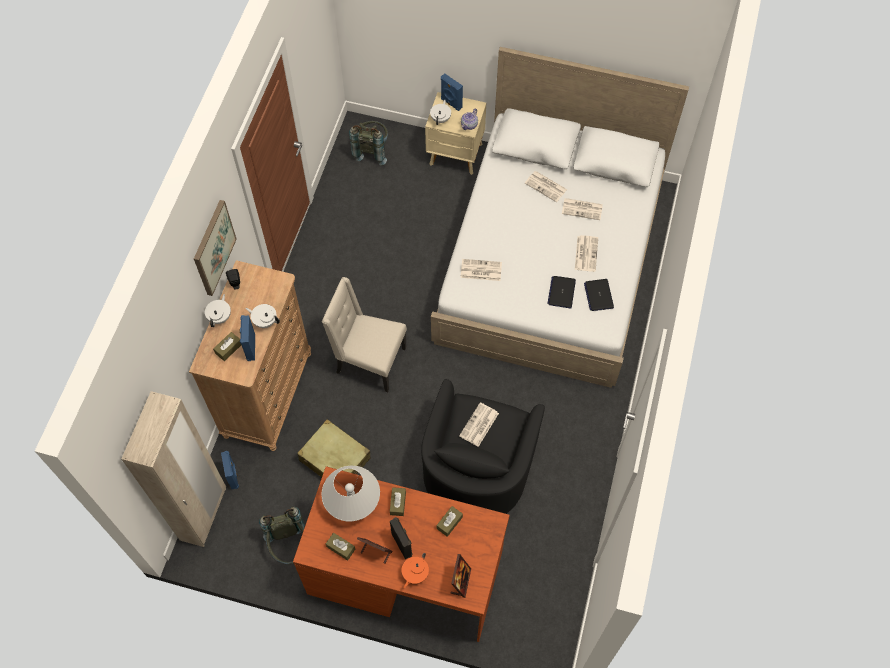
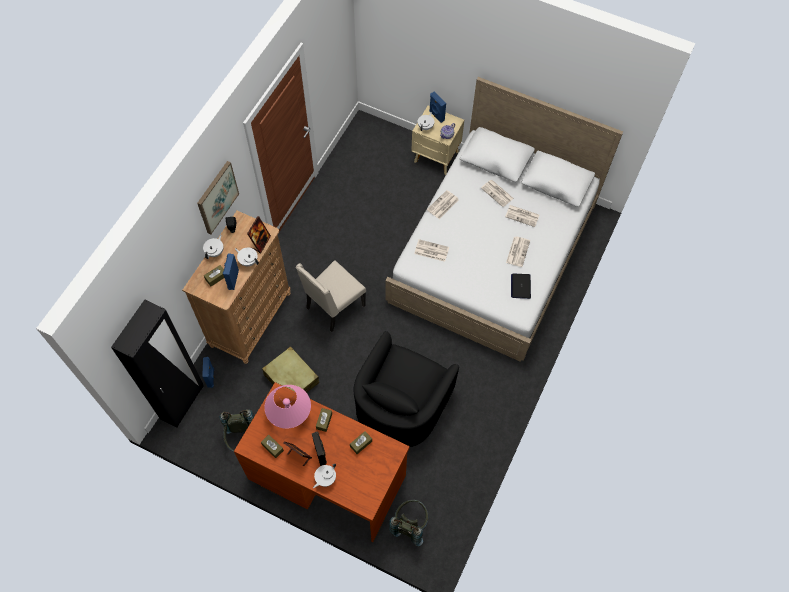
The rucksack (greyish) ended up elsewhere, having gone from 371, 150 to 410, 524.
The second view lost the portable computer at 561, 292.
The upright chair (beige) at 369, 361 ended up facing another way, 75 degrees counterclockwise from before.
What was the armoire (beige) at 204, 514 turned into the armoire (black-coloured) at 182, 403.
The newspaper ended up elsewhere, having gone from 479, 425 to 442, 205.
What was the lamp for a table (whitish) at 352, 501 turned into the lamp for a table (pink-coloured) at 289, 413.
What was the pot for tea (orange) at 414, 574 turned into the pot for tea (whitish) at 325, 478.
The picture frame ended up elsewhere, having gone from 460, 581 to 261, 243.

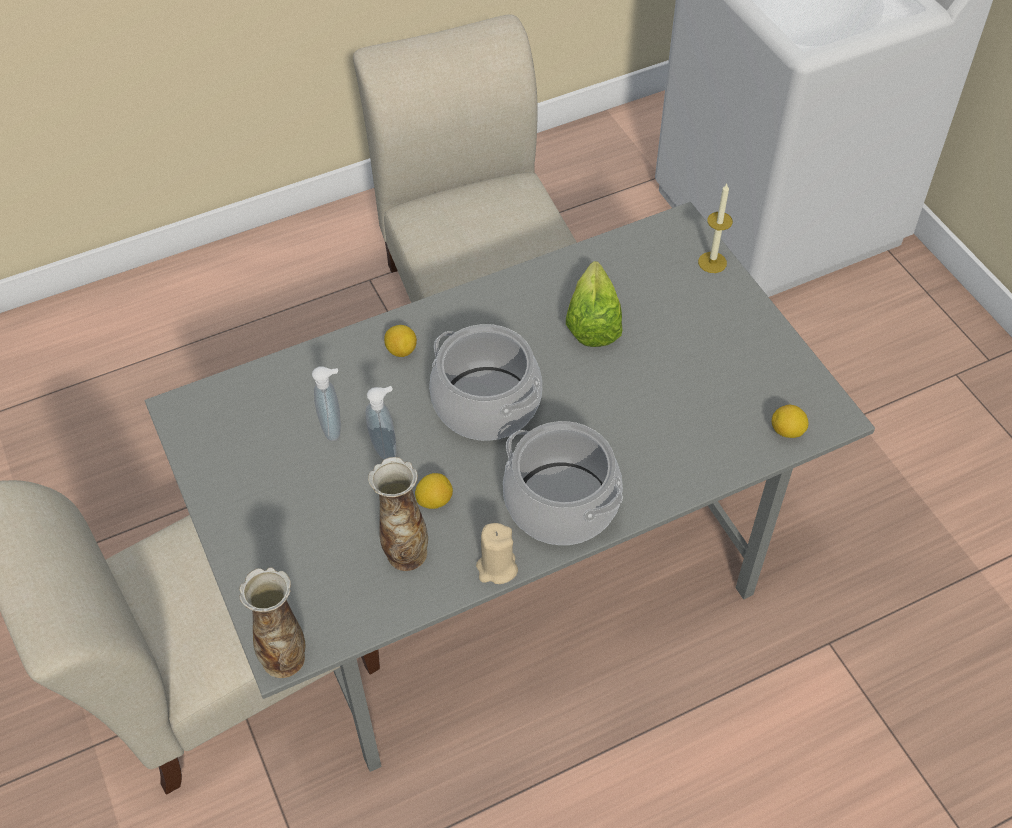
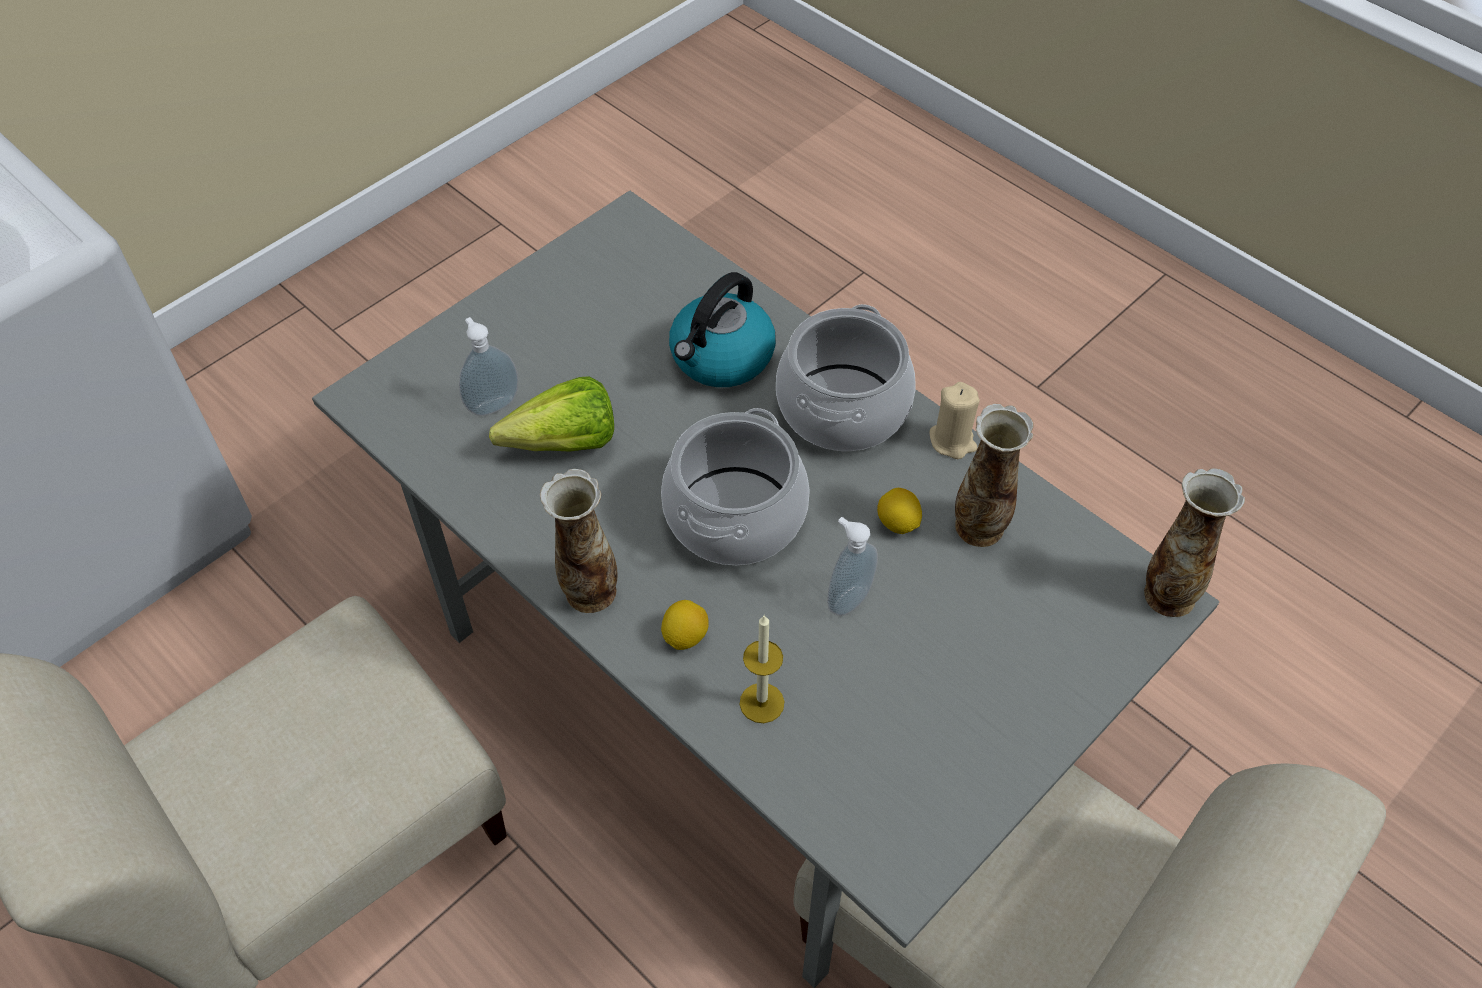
The wax light ended up elsewhere, having gone from 712, 262 to 762, 703.
The liquid soap bottle ended up elsewhere, having gone from 334, 427 to 492, 404.
The second view lost the lemon at 787, 431.
The second view gained the water kettle at 721, 358.
The second view gained the flower vase at 589, 593.

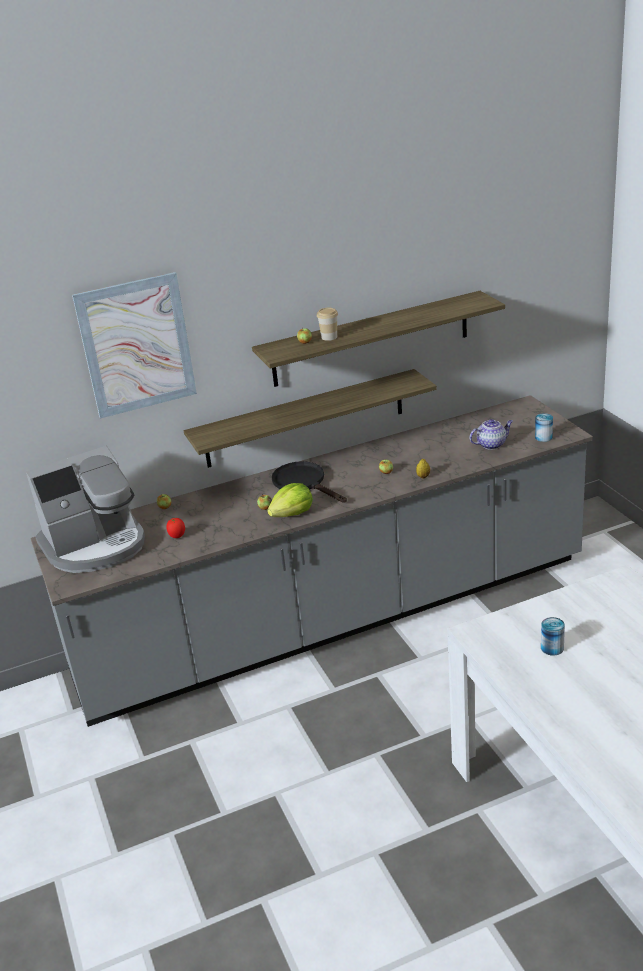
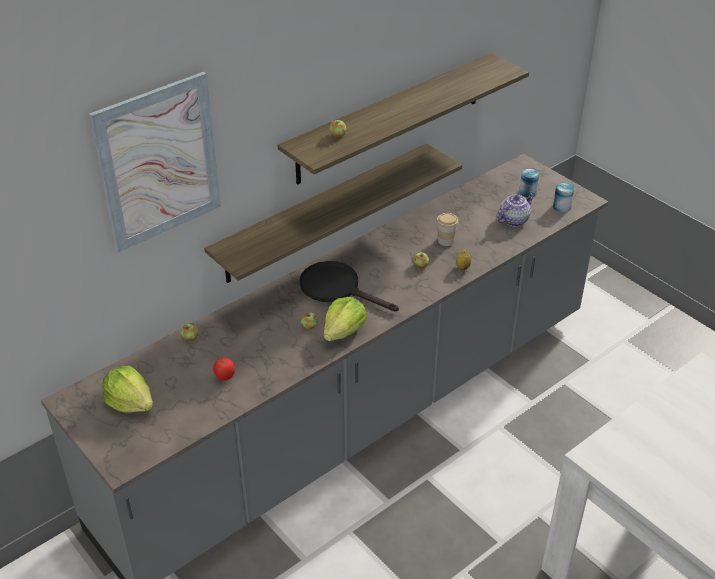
The drinking cup ended up elsewhere, having gone from 329, 337 to 446, 241.
Where the coffee brewer stood at 95, 545, the head of lettuce came to stand at 130, 402.
The metal can ended up elsewhere, having gone from 552, 648 to 527, 192.

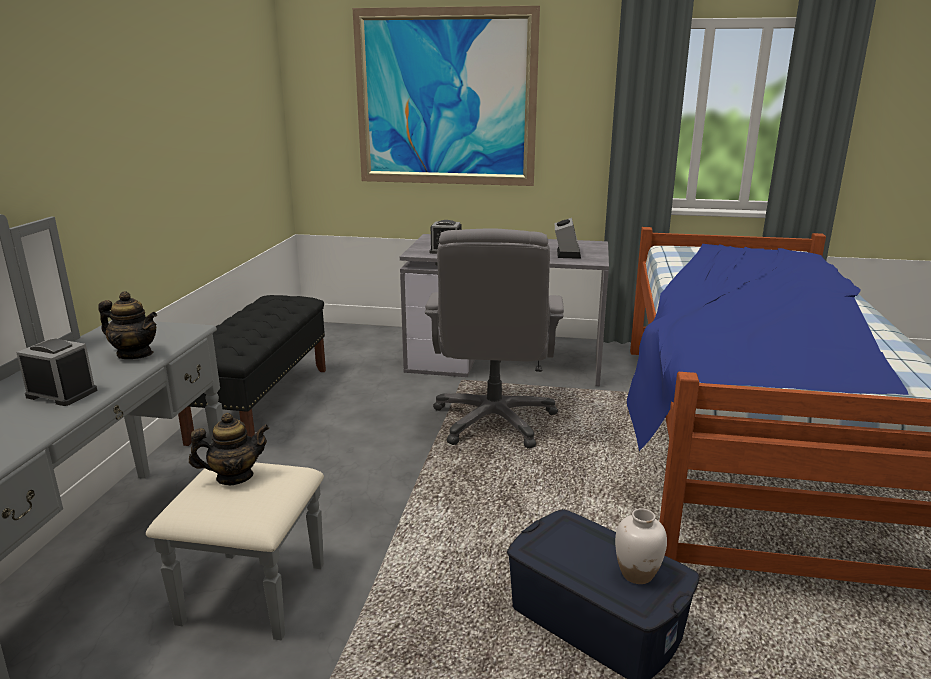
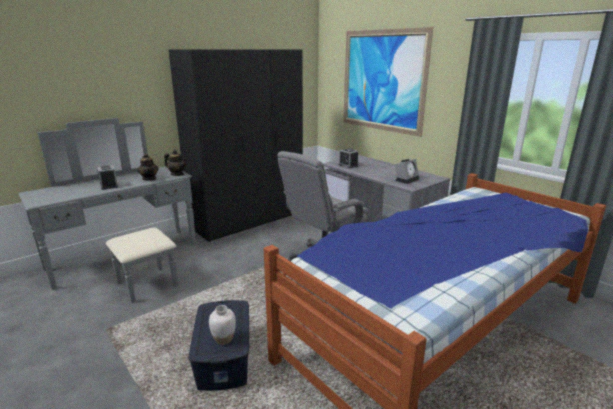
Where the bench (black-coloured) stood at 262, 403, the armoire (black-coloured) came to stand at 249, 219.
The pot for tea ended up elsewhere, having gone from 234, 477 to 177, 174.

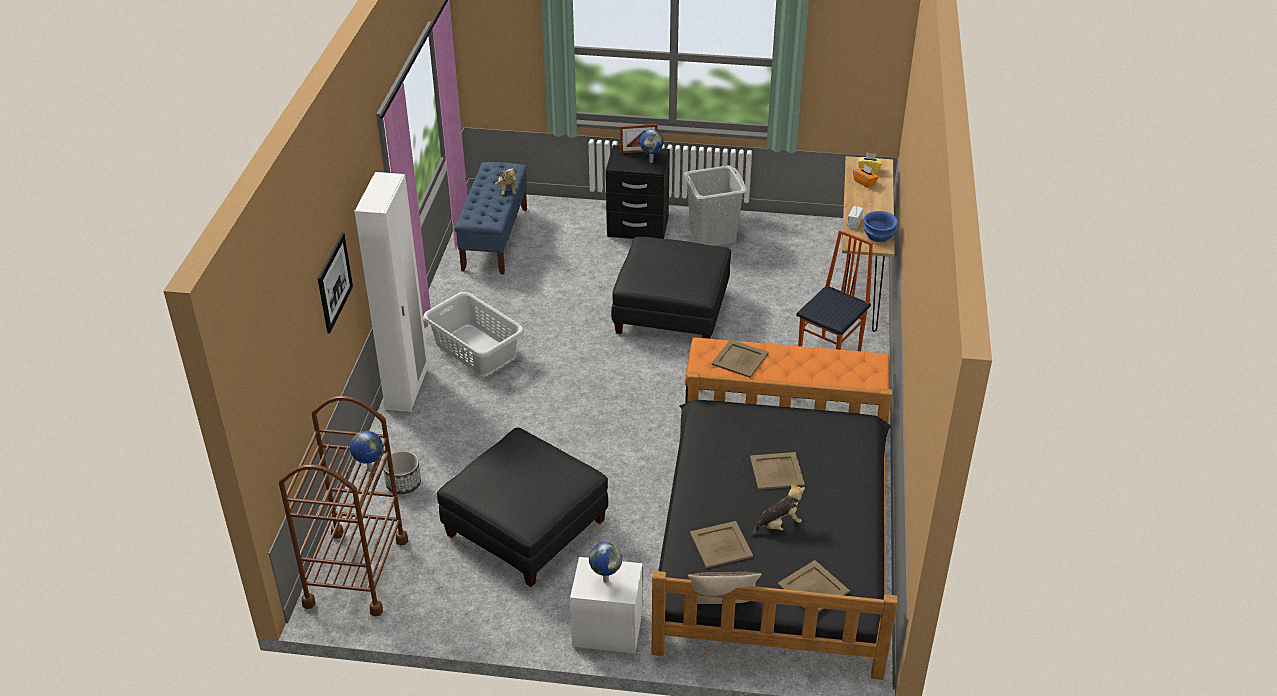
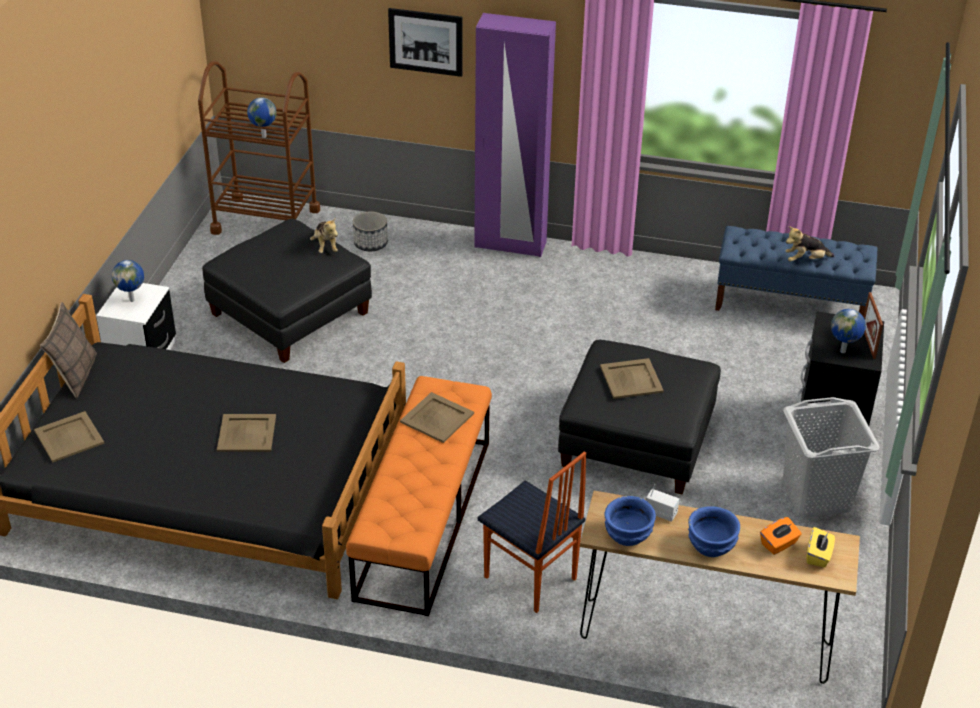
What was the armoire (whitish) at 407, 389 turned into the armoire (purple) at 510, 245.
The second view lost the laundry basket (greyish) at 475, 350.
The soft toy ended up elsewhere, having gone from 779, 525 to 325, 246.
The carrying tray (beige) ended up elsewhere, having gone from 721, 545 to 631, 379.
The second view gained the serving bowl (blue-coloured) at 712, 544.

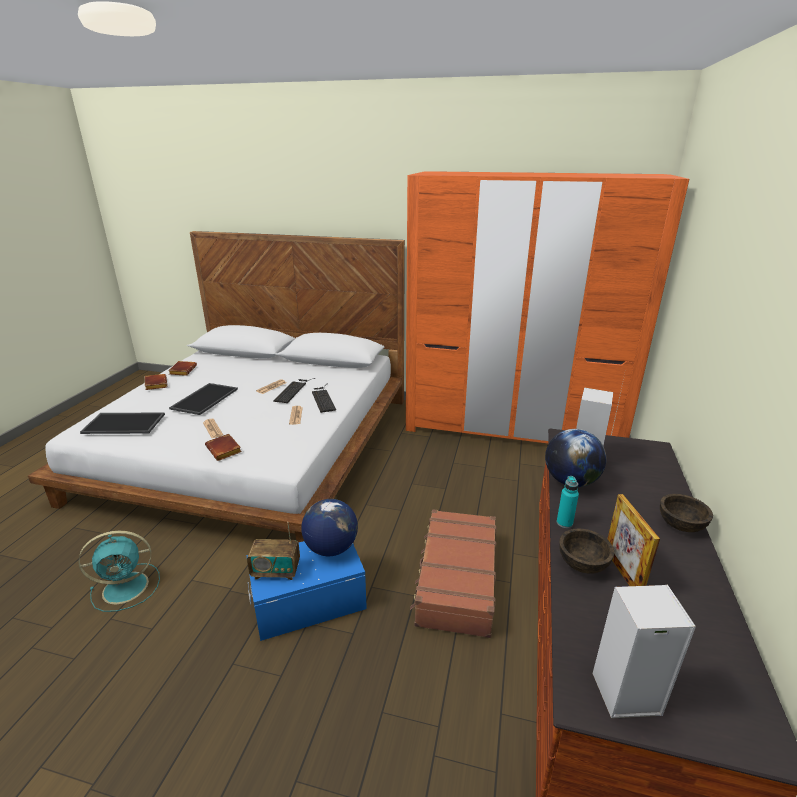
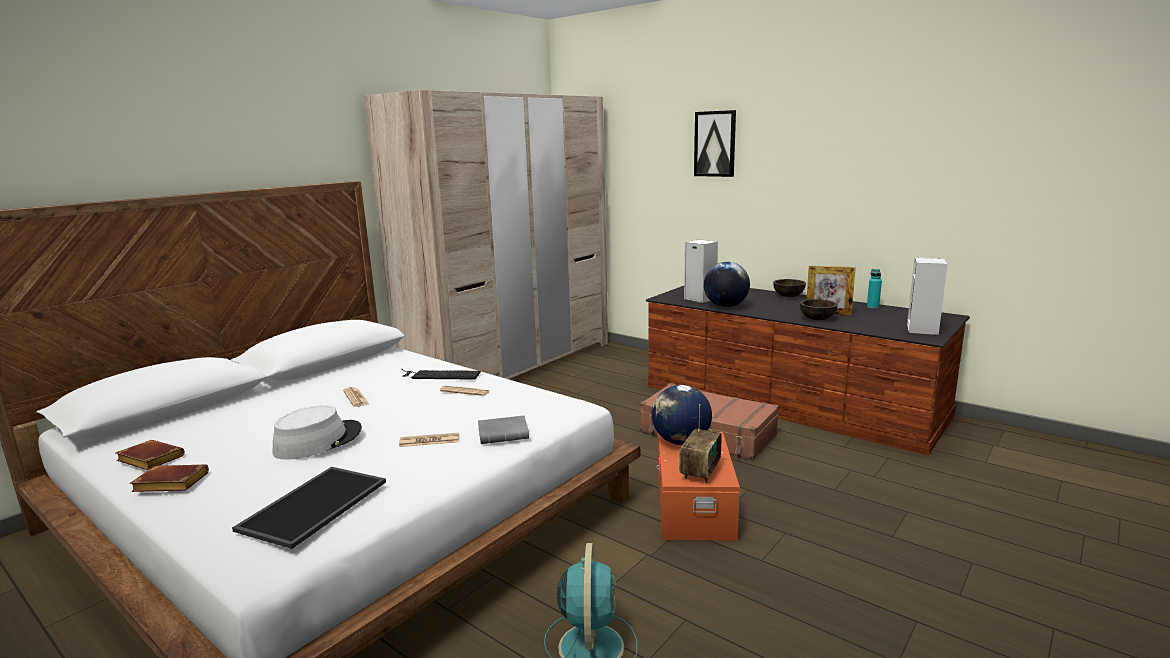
What was the armoire (orange) at 512, 428 turned into the armoire (beige) at 513, 365.
The second view lost the PC keyboard at 293, 390.
Where the carrying tray stood at 204, 398, the wearable hat (greyish) came to stand at 318, 441.
What was the bound book (brown) at 225, 450 turned into the bound book (greyish) at 504, 434.
The bottle (turquoise-coloured) ended up elsewhere, having gone from 564, 523 to 872, 307.
What was the storage bin (blue-coloured) at 307, 599 turned into the storage bin (orange) at 692, 507.
The second view gained the wall picture at 715, 144.

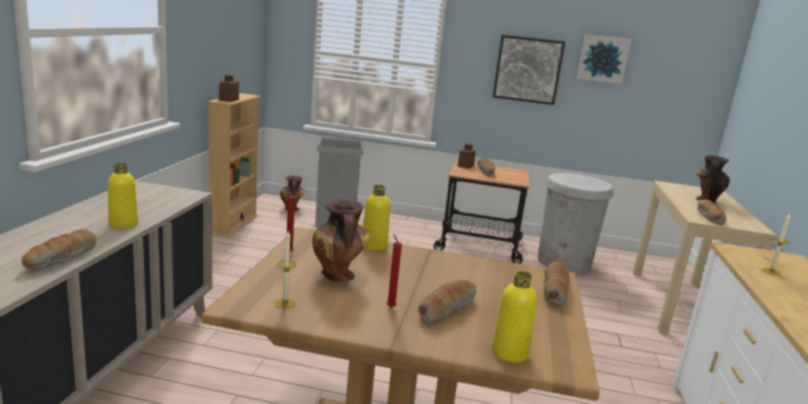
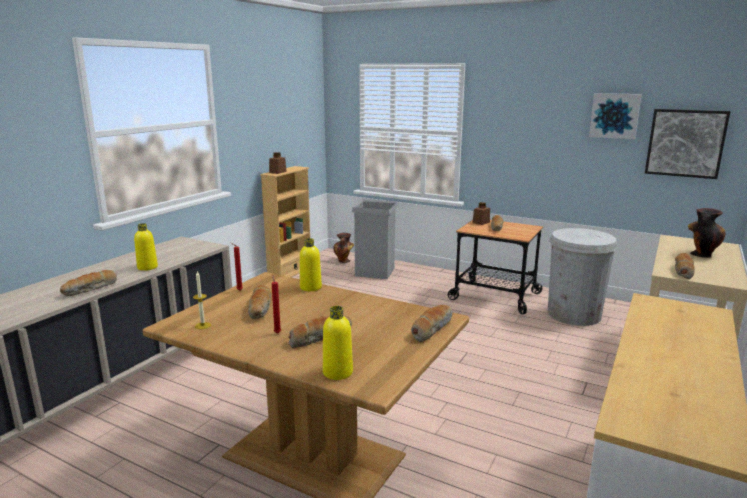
The wall picture ended up elsewhere, having gone from 528, 69 to 685, 143.
Where the flower vase stood at 338, 275, the bread came to stand at 260, 308.
The second view lost the wax light at 771, 271.

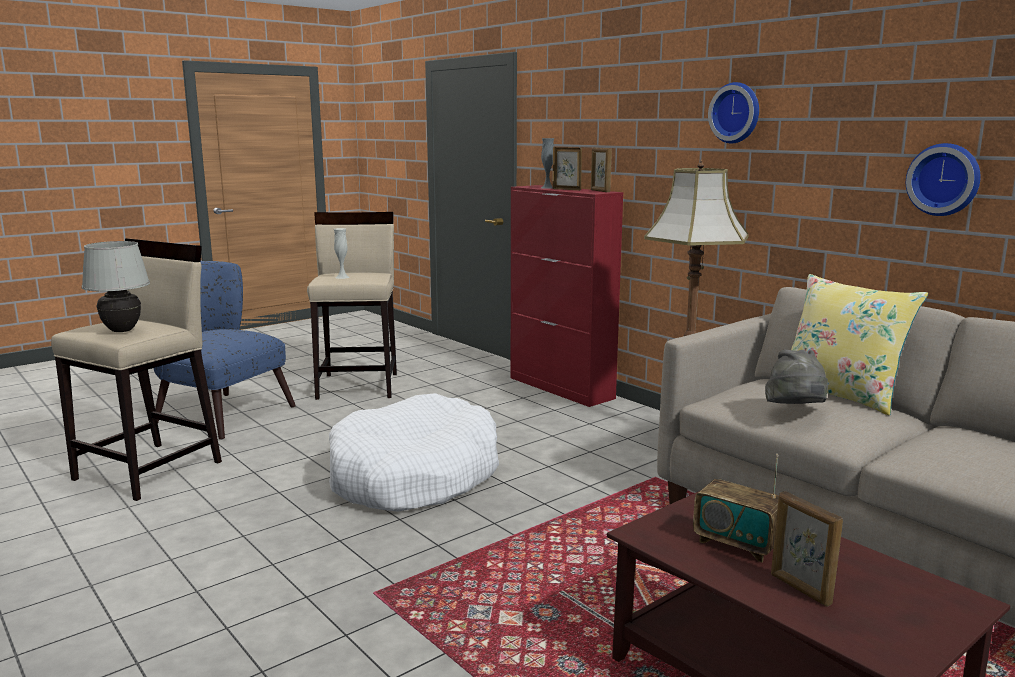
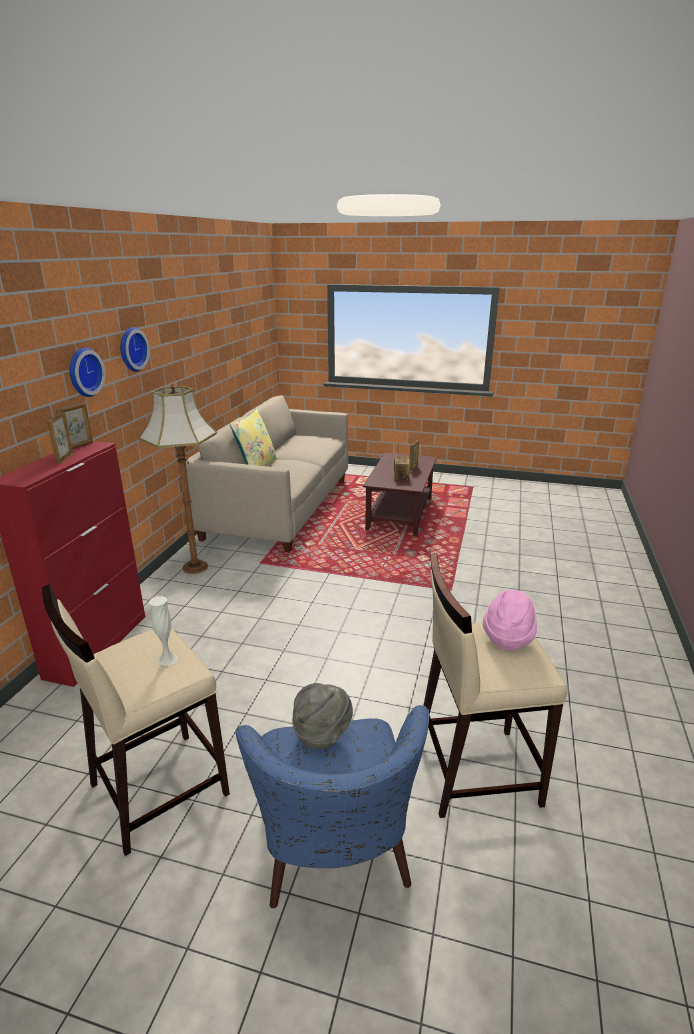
The second view lost the flower vase (greyish) at 547, 188.
The wall clock ended up elsewhere, having gone from 944, 179 to 83, 372.
Where the lamp for a table (whitish) stood at 122, 331, the wearable hat (pink-coloured) came to stand at 508, 637.
The wearable hat (greyish) ended up elsewhere, having gone from 795, 411 to 322, 733.
The second view lost the pet bed (whitish) at 414, 476.

